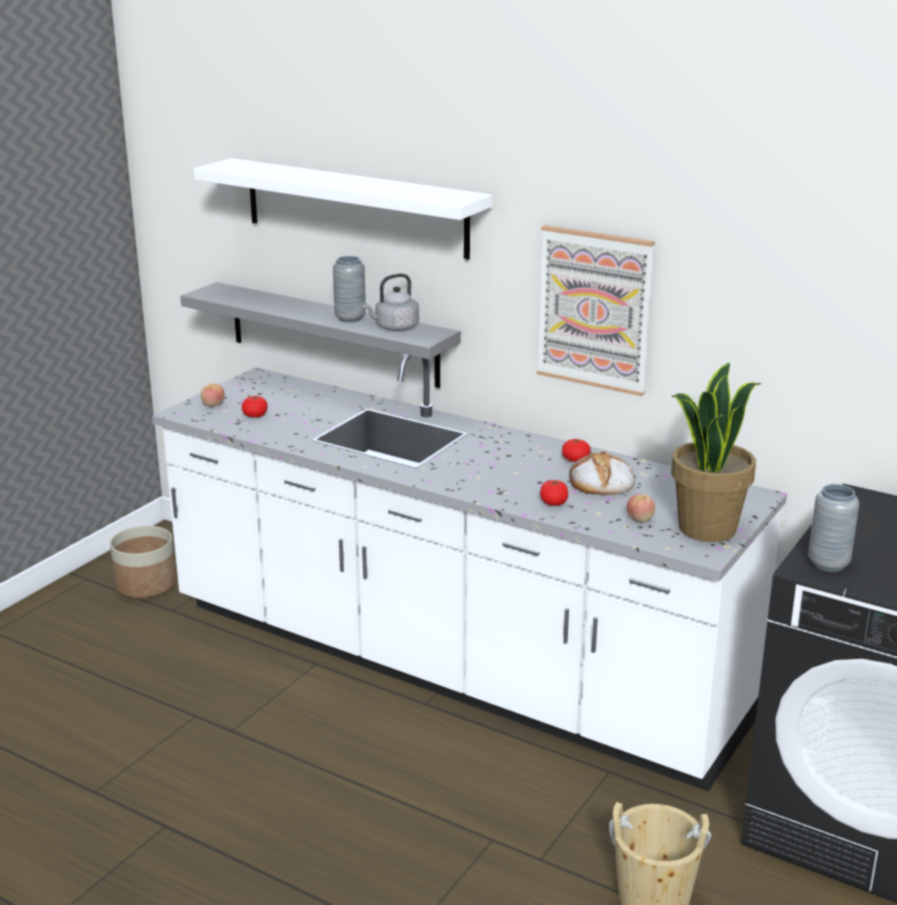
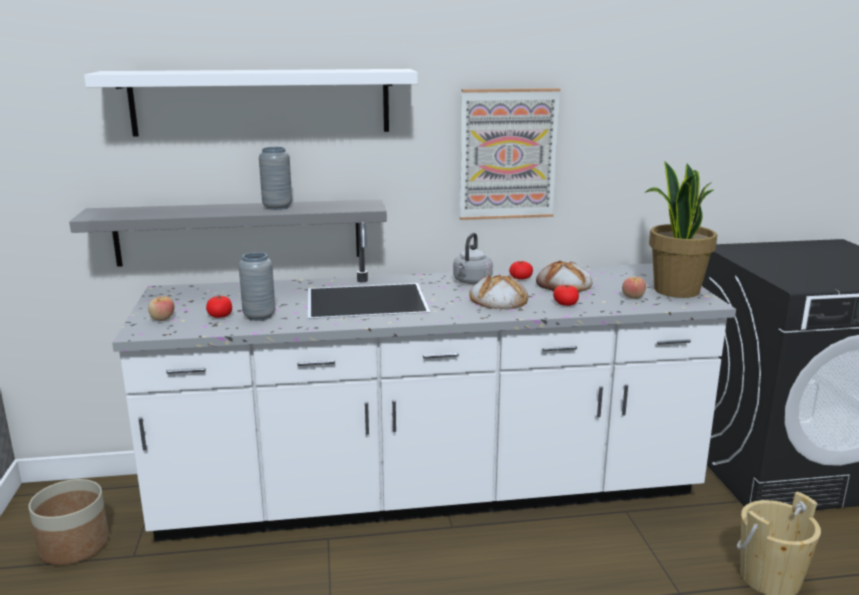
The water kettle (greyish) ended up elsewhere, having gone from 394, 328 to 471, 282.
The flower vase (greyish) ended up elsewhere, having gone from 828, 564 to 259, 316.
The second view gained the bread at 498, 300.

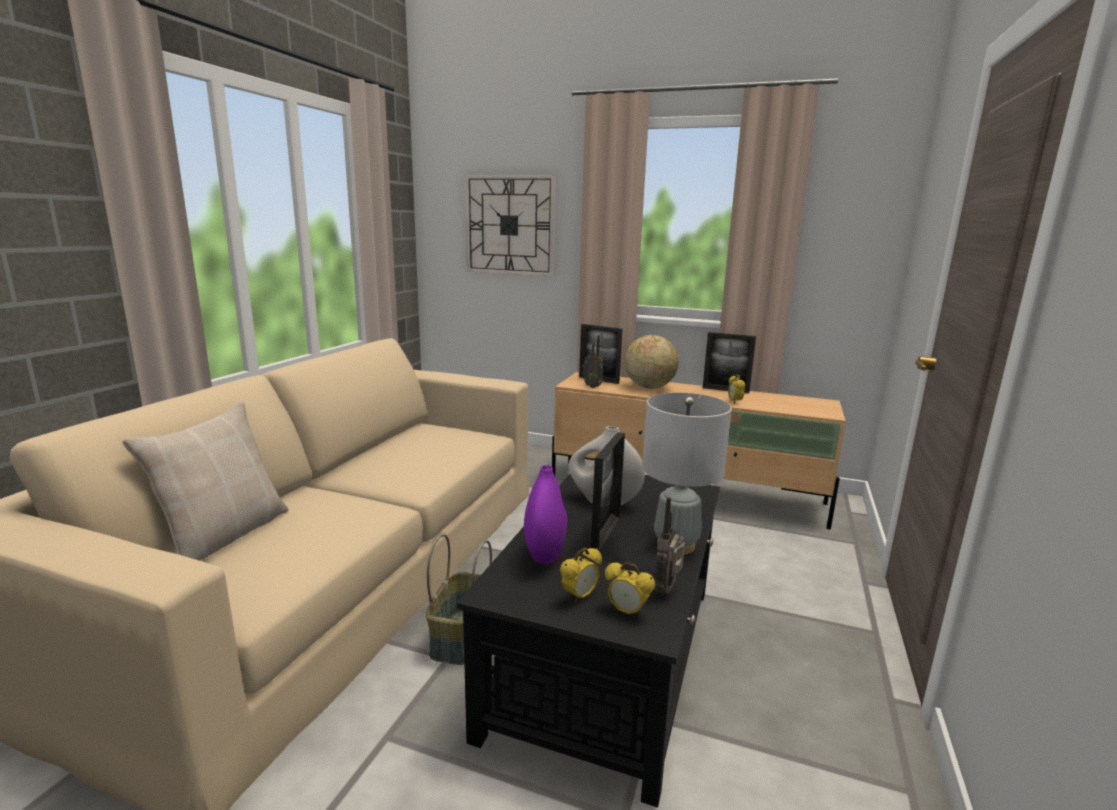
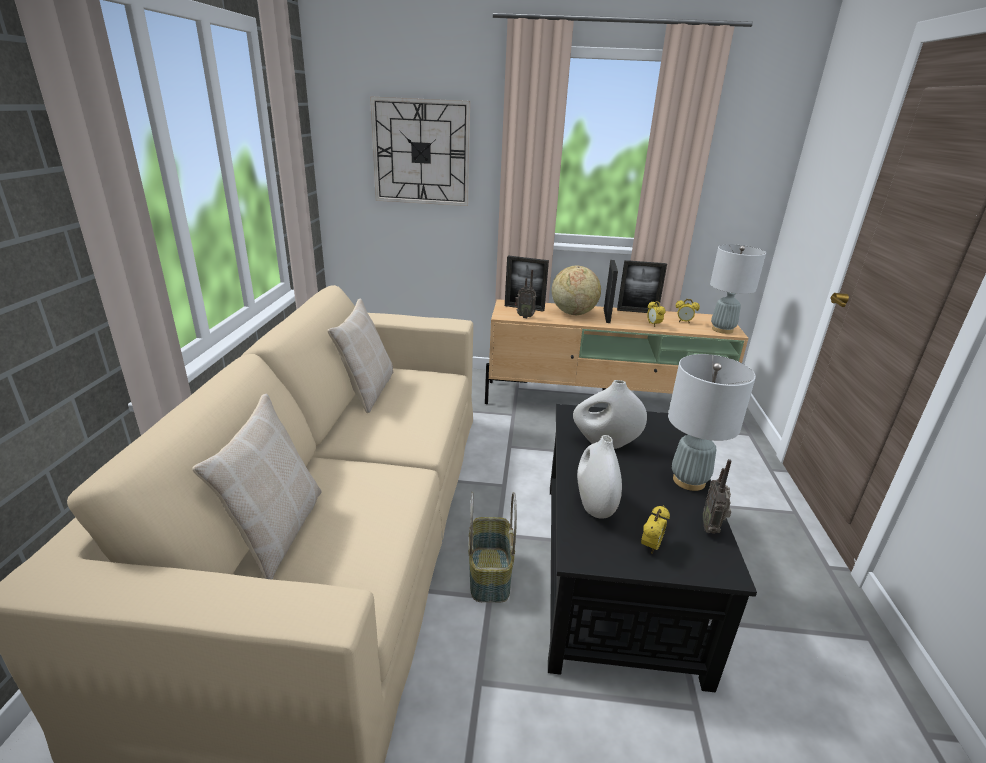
The picture frame ended up elsewhere, having gone from 606, 534 to 606, 315.
What was the flower vase (purple) at 545, 553 turned into the flower vase (whitish) at 594, 506.
The table clock ended up elsewhere, having gone from 627, 612 to 684, 322.
The second view gained the lamp for a table (greyish) at 722, 329.
The second view gained the throw pillow (beige) at 367, 390.

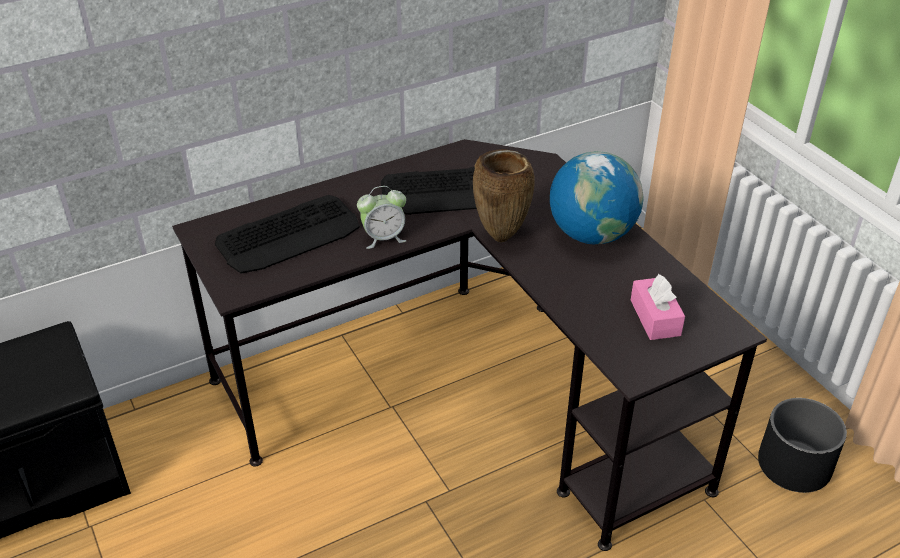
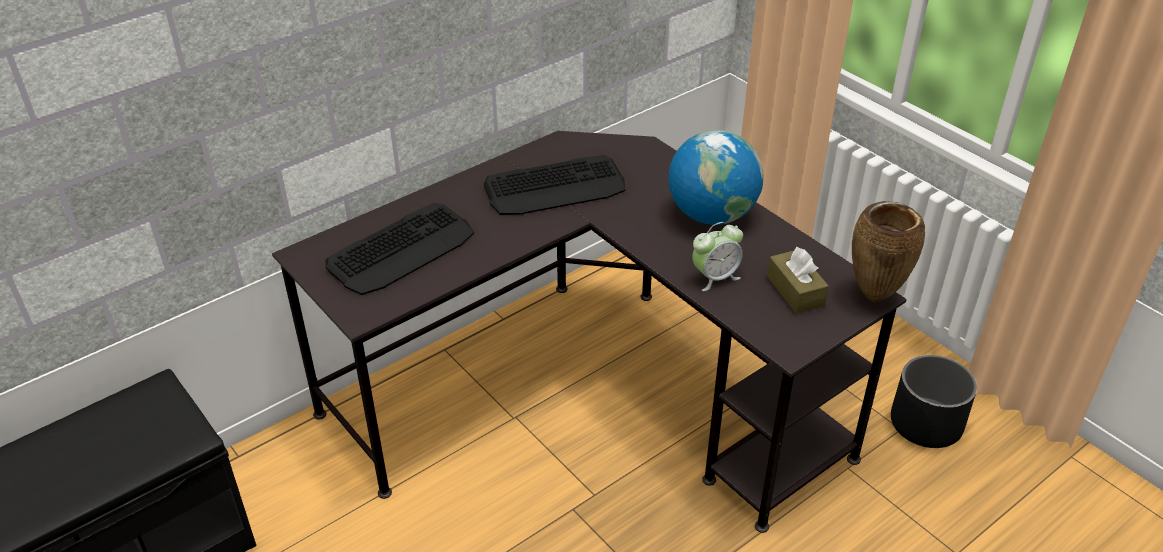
The flower vase (brown) ended up elsewhere, having gone from 502, 237 to 875, 295.
The table clock ended up elsewhere, having gone from 383, 238 to 715, 277.
What was the box of tissues (pink-coloured) at 655, 318 turned into the box of tissues (brown) at 795, 291.

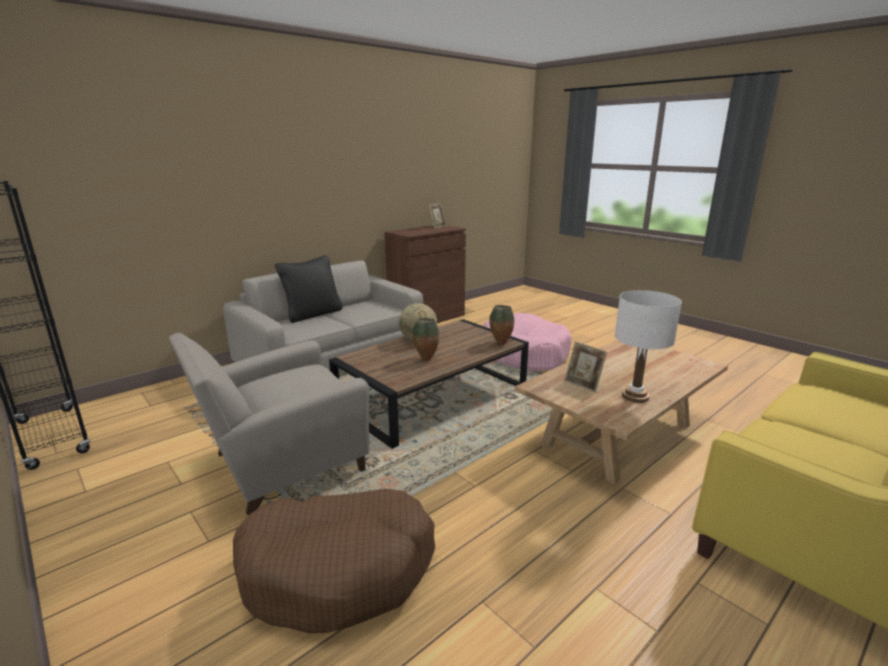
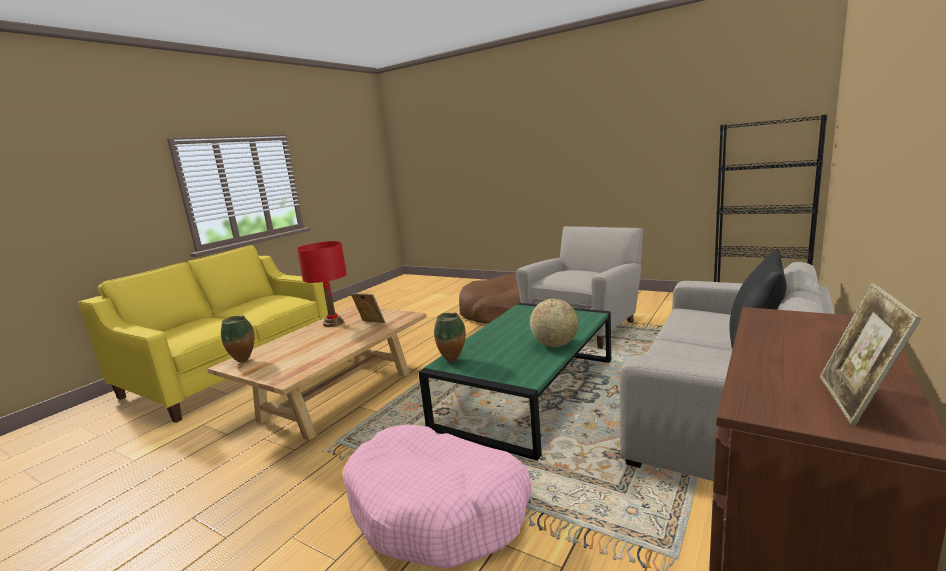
What was the lamp for a table (whitish) at 635, 396 turned into the lamp for a table (red-coloured) at 333, 323.
The flower vase ended up elsewhere, having gone from 425, 358 to 244, 361.
What was the low table (brown) at 433, 396 turned into the low table (green-coloured) at 528, 392.

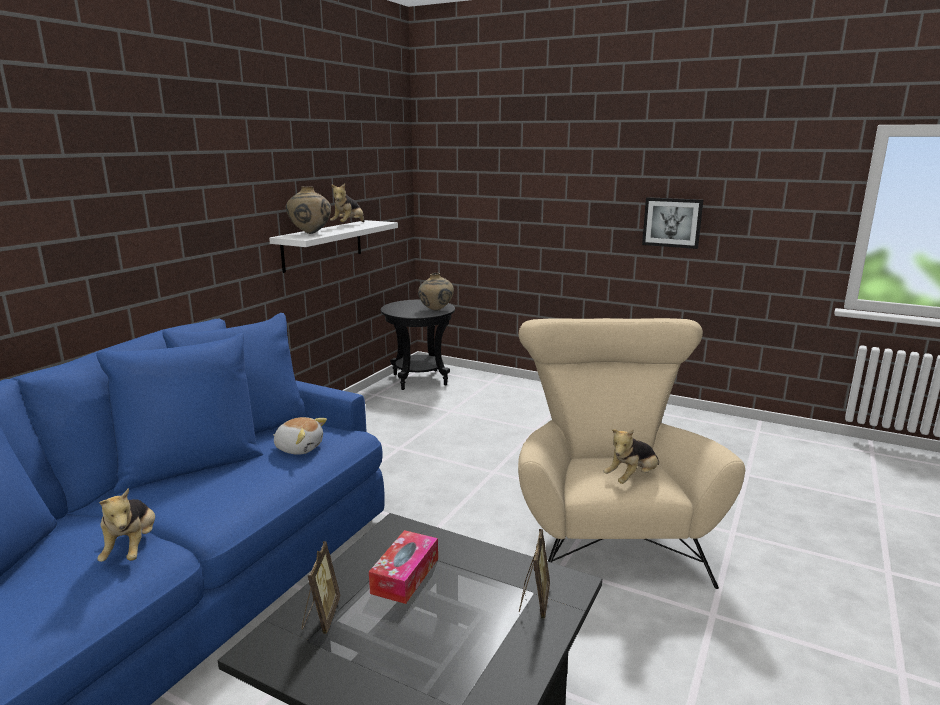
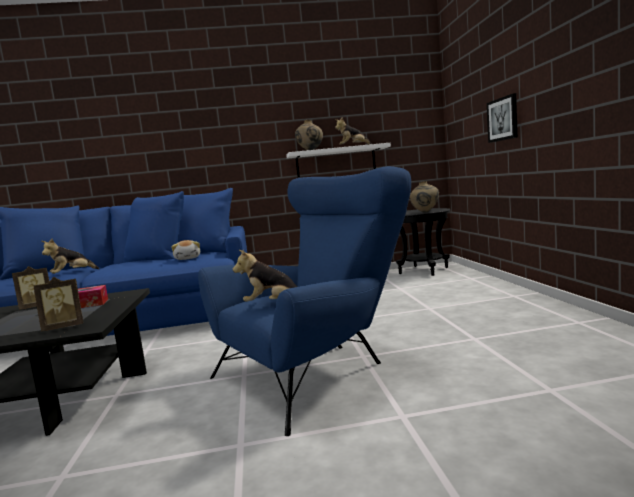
The wall picture ended up elsewhere, having gone from 672, 222 to 503, 119.
What was the lounge chair (beige) at 607, 532 turned into the lounge chair (blue-coloured) at 315, 372.

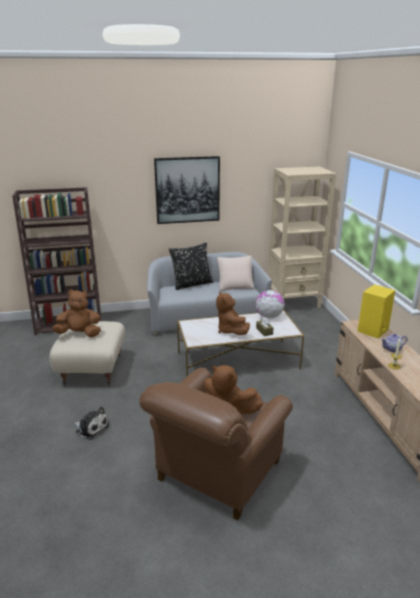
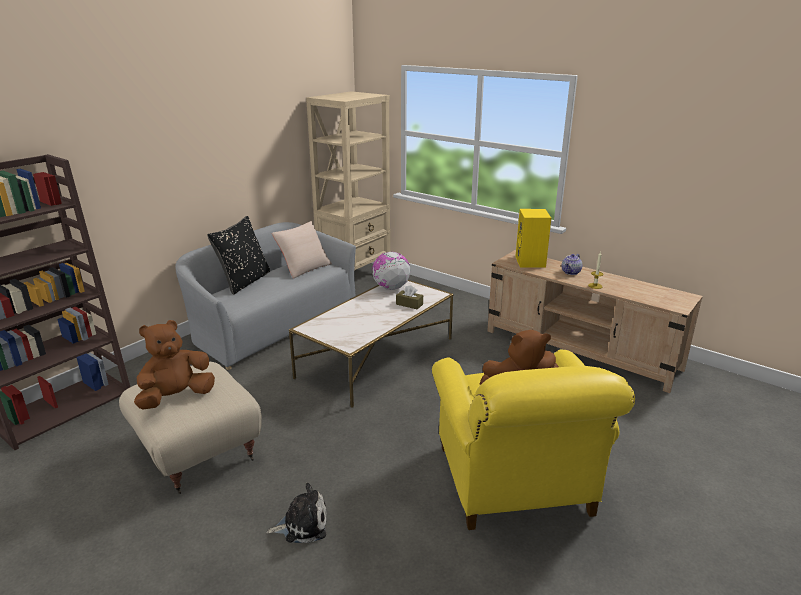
The second view lost the wall picture at 187, 190.
The second view lost the soft toy (brown) at 230, 331.
What was the lounge chair (brown) at 215, 474 turned into the lounge chair (yellow) at 516, 485.

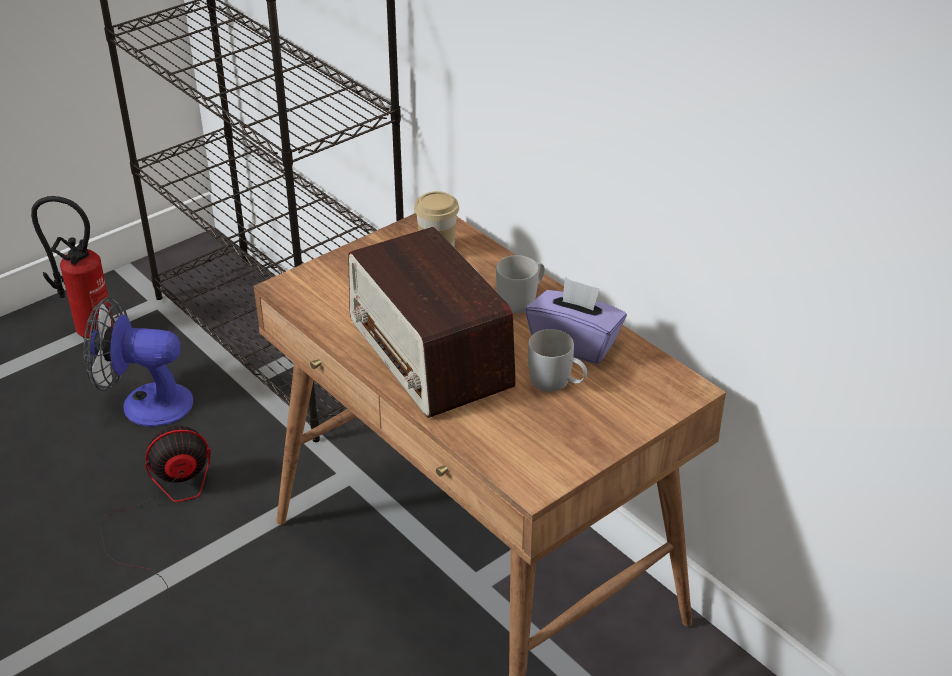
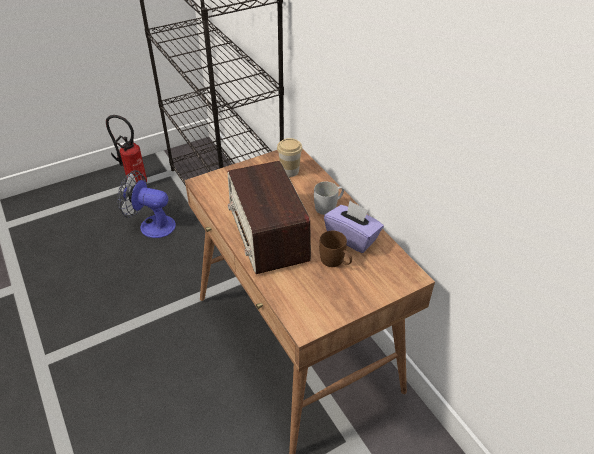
What was the tea mug (whitish) at 557, 383 turned into the tea mug (brown) at 335, 262.
The second view lost the cooling fan at 165, 506.

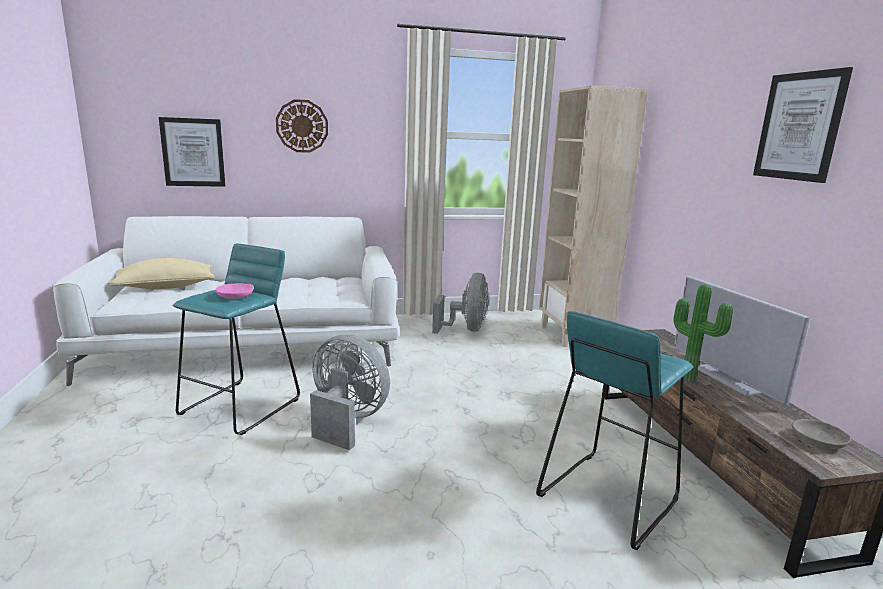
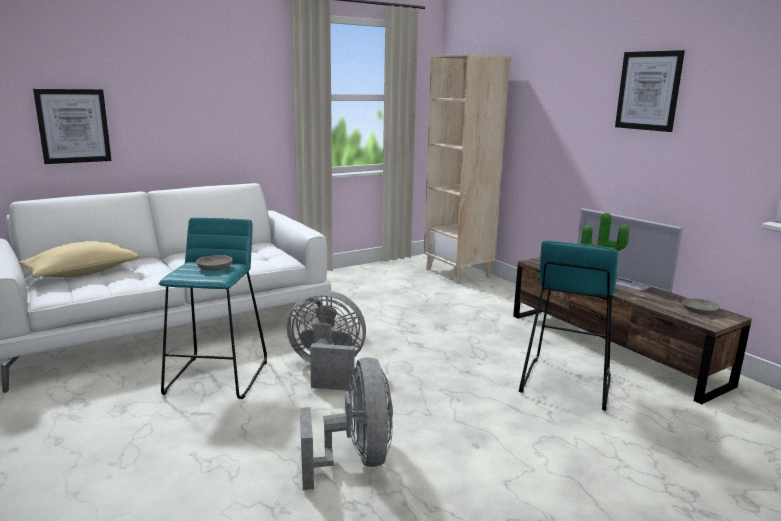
The second view lost the wall clock at 302, 126.
The cooling fan (greyish) ended up elsewhere, having gone from 466, 329 to 356, 460.
What was the serving bowl (pink-coloured) at 236, 296 turned into the serving bowl (greyish) at 215, 267.

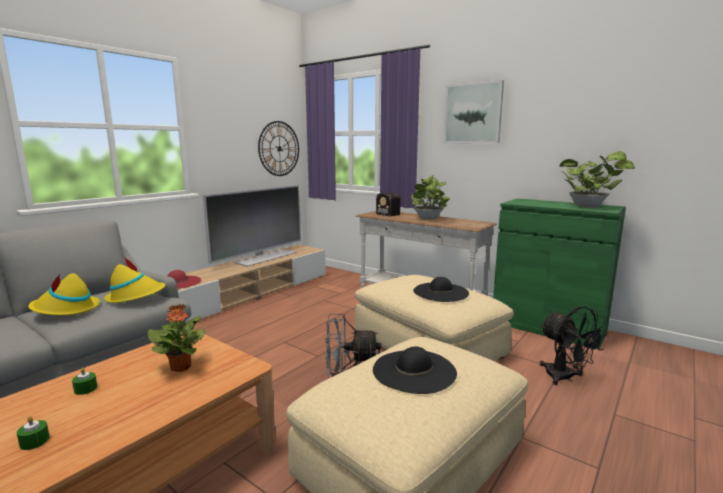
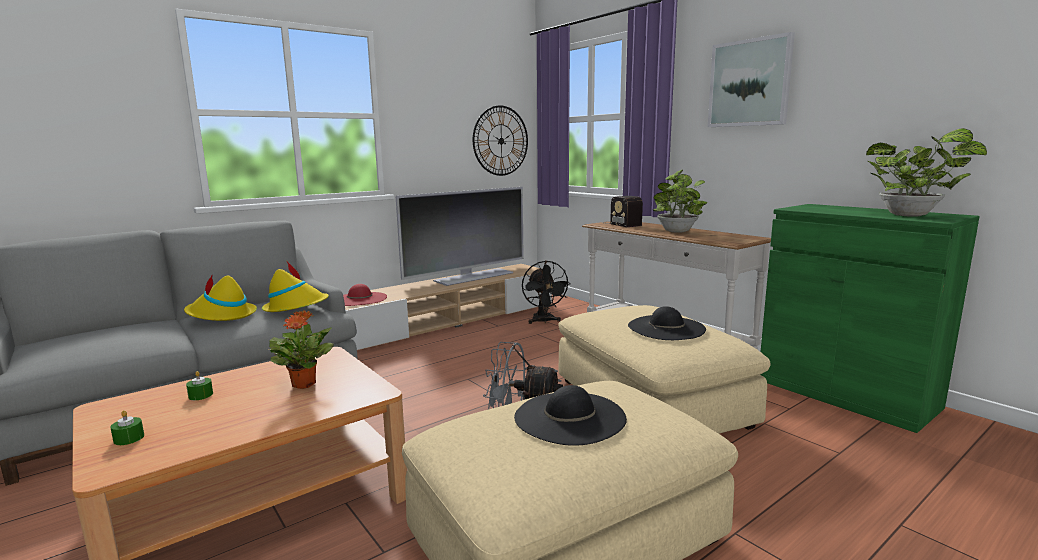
The cooling fan (black-coloured) ended up elsewhere, having gone from 565, 378 to 544, 321.

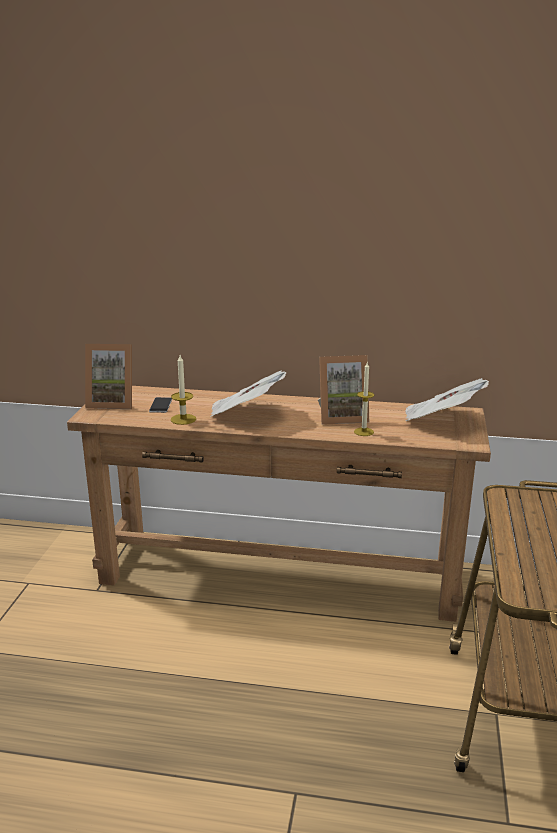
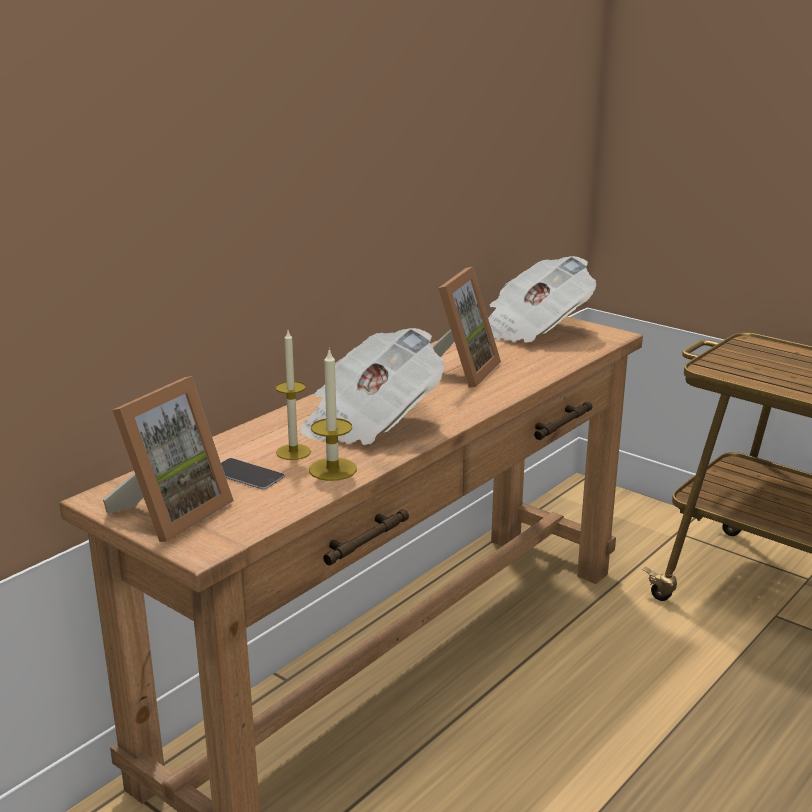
The wax light ended up elsewhere, having gone from 363, 432 to 293, 452.

